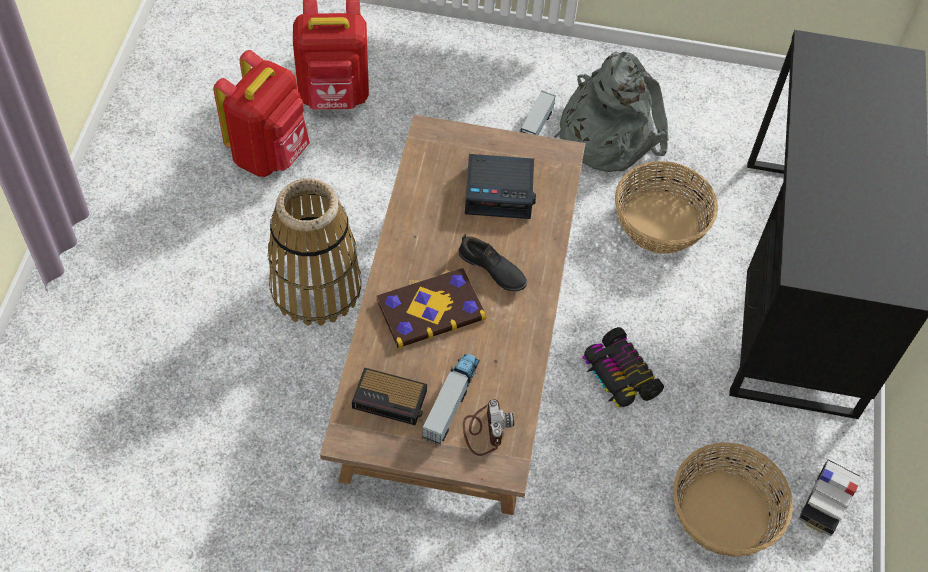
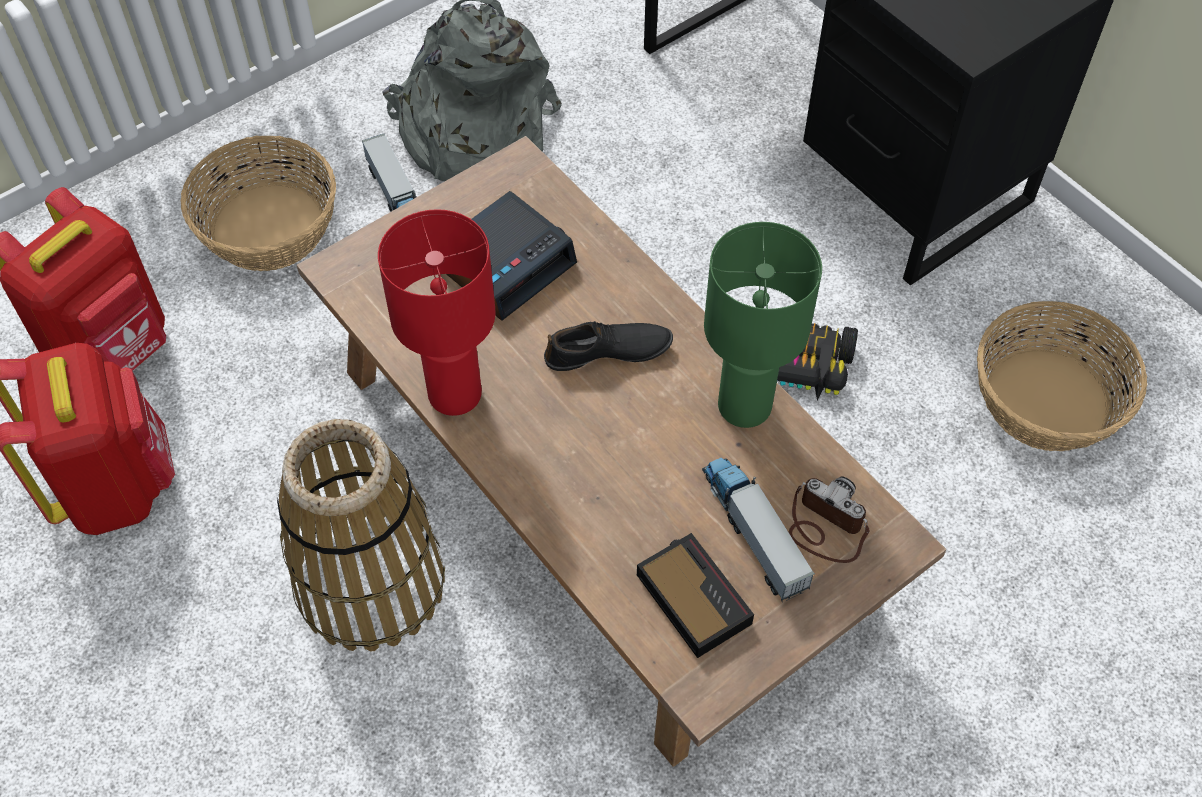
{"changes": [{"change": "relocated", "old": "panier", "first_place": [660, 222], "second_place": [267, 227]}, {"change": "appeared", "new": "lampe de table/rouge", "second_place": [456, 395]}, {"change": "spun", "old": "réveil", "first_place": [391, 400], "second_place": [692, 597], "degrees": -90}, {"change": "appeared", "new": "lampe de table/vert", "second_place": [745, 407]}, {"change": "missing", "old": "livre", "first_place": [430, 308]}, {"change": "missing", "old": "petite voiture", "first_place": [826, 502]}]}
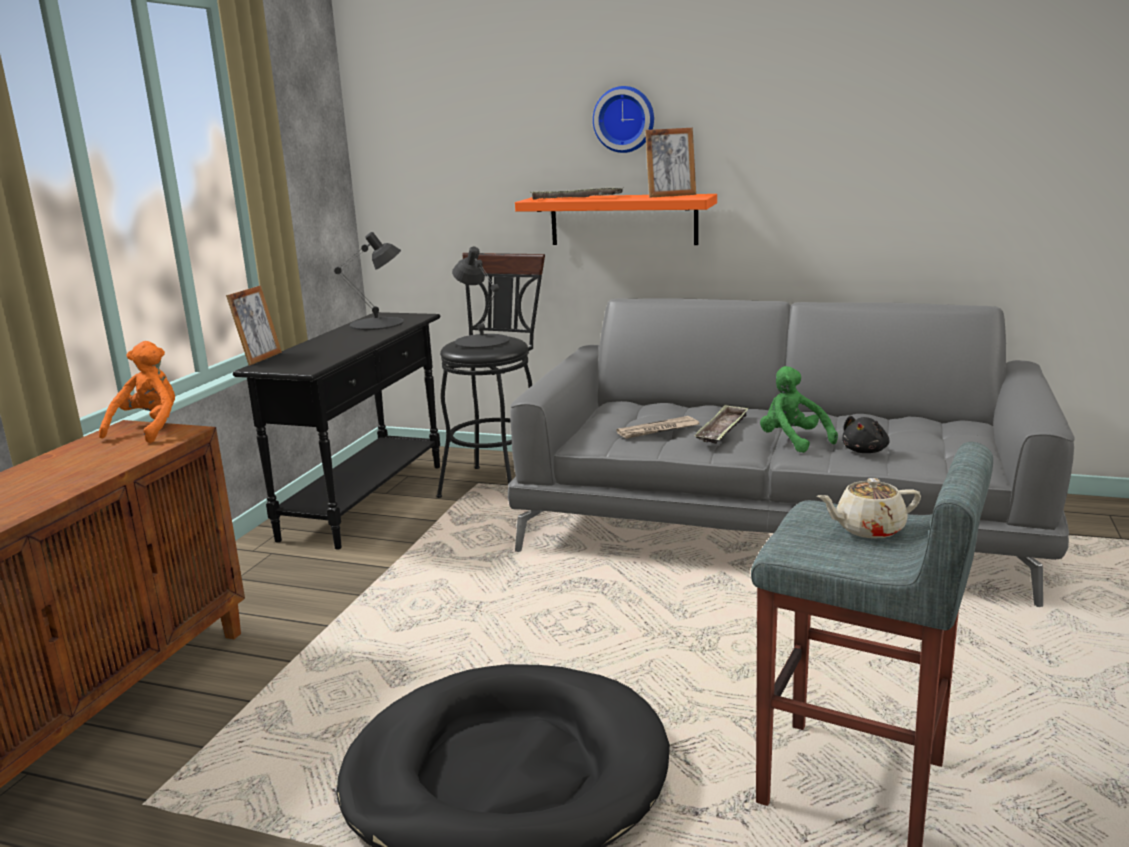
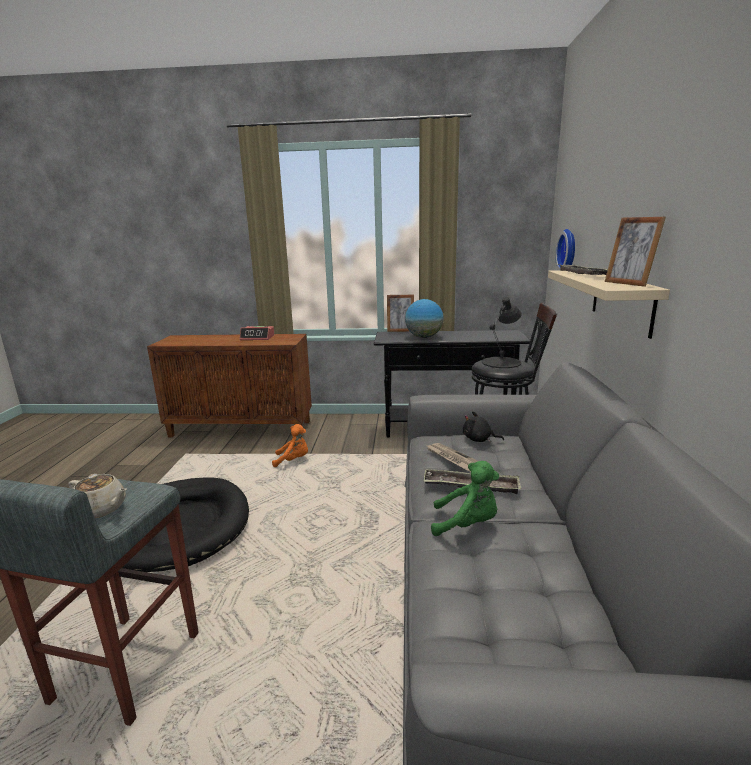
{"changes": [{"change": "spun", "old": "théière/beige", "first_place": [868, 529], "second_place": [101, 509], "degrees": 135}, {"change": "appeared", "new": "réveil", "second_place": [257, 338]}, {"change": "relocated", "old": "peluche/orange", "first_place": [149, 429], "second_place": [293, 460]}, {"change": "appeared", "new": "globe", "second_place": [423, 337]}, {"change": "spun", "old": "peluche/vert", "first_place": [792, 441], "second_place": [467, 524], "degrees": 60}, {"change": "relocated", "old": "peluche/noir", "first_place": [865, 451], "second_place": [479, 439]}, {"change": "colour", "old": "étagère/orange", "new": "étagère/beige", "first_place": [623, 220], "second_place": [621, 300]}, {"change": "relocated", "old": "horloge murale", "first_place": [624, 119], "second_place": [569, 250]}, {"change": "missing", "old": "lampe de table/noir", "first_place": [377, 324]}]}
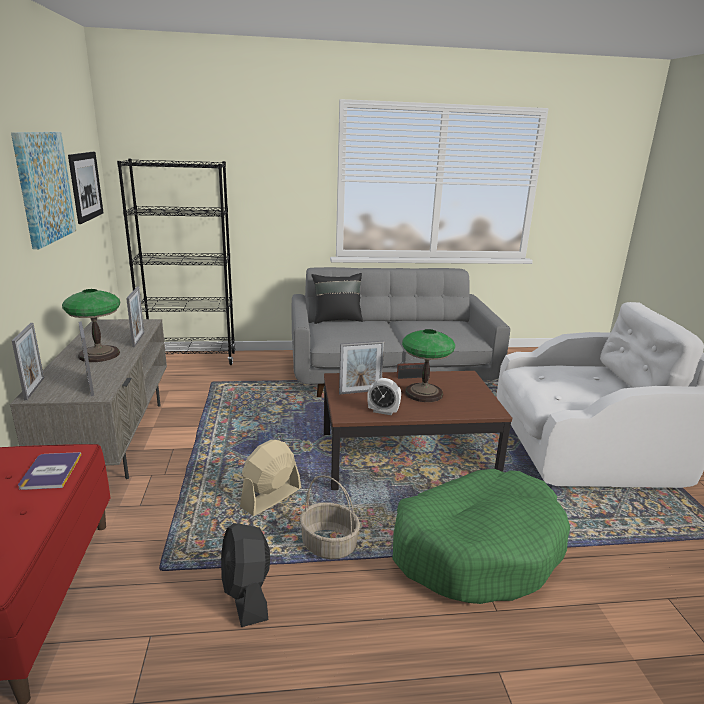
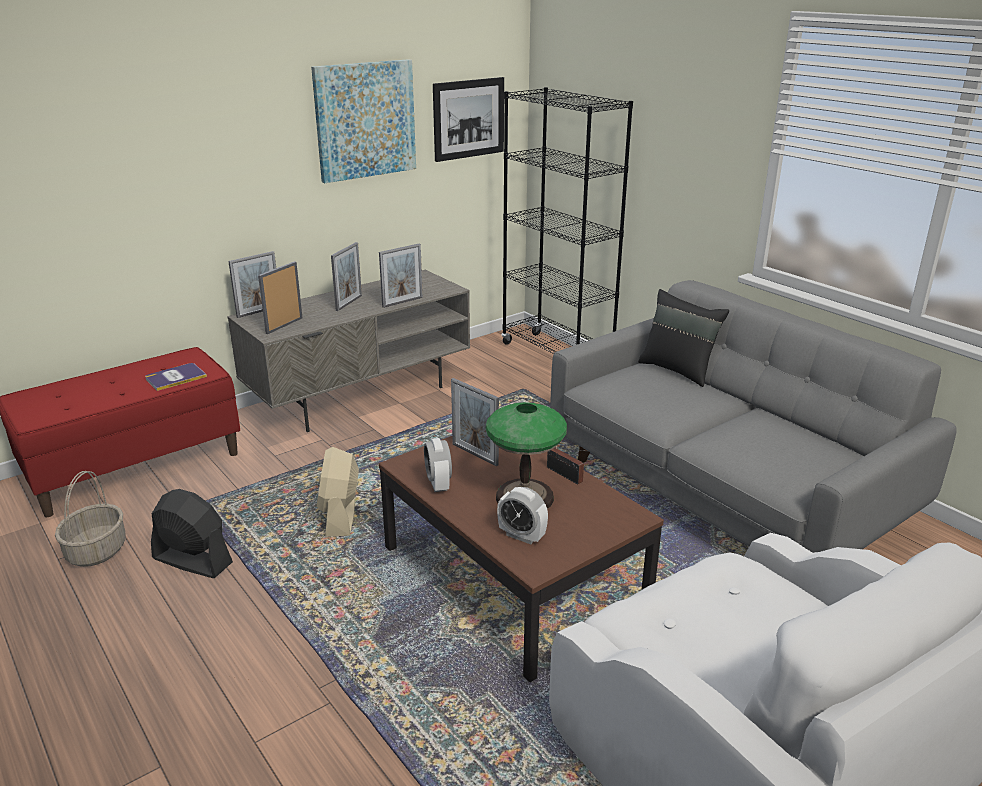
{"changes": [{"change": "relocated", "old": "panier", "first_place": [328, 545], "second_place": [96, 550]}, {"change": "spun", "old": "ventilateur/noir", "first_place": [246, 594], "second_place": [192, 560], "degrees": 75}, {"change": "spun", "old": "ventilateur/beige", "first_place": [271, 498], "second_place": [340, 515], "degrees": -105}, {"change": "exchanged", "old": "lampe de table", "new": "cadre photo", "first_place": [99, 354], "second_place": [349, 303]}, {"change": "appeared", "new": "réveil", "second_place": [522, 536]}, {"change": "missing", "old": "panier pour chien/vert", "first_place": [477, 548]}]}
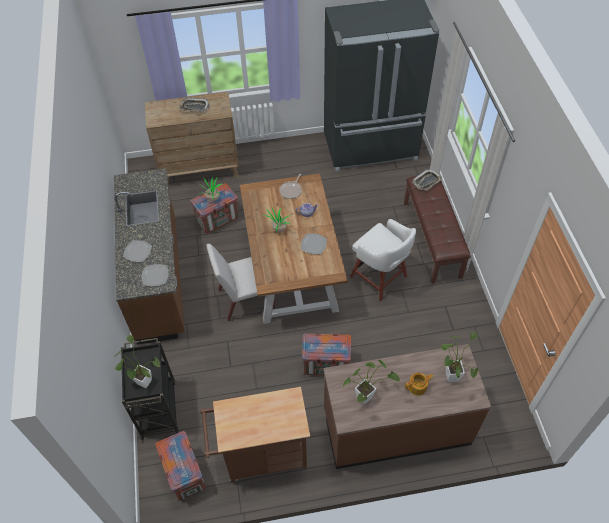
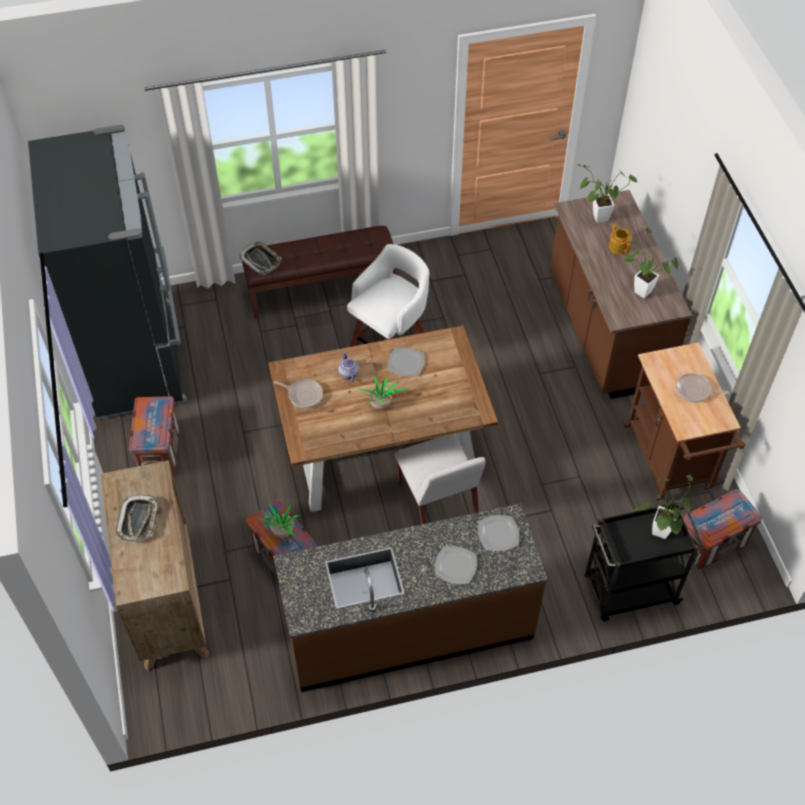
{"changes": [{"change": "relocated", "old": "caisse", "first_place": [326, 364], "second_place": [159, 451]}, {"change": "appeared", "new": "poêle", "second_place": [695, 391]}]}
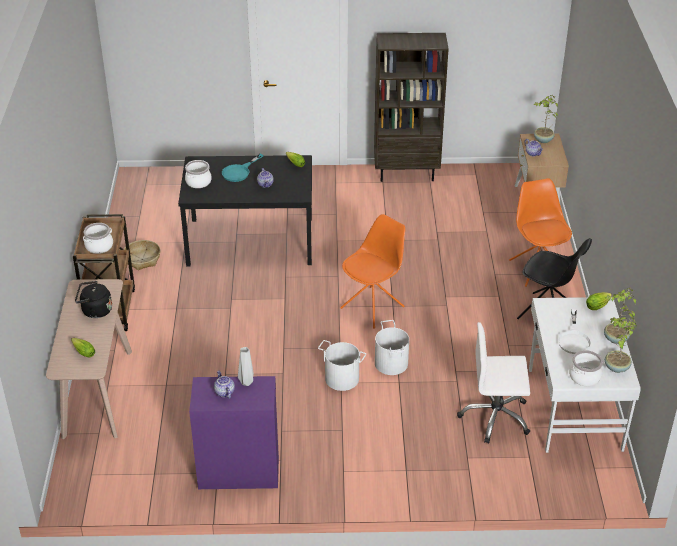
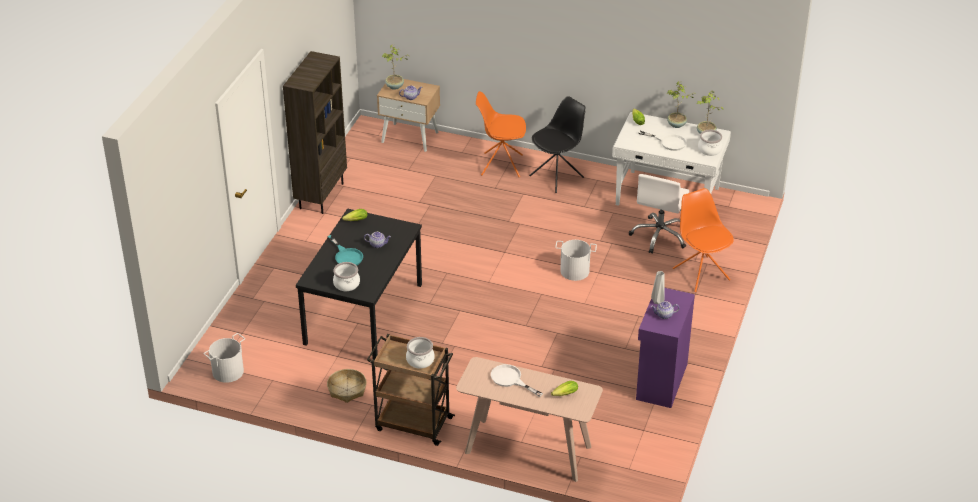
{"changes": [{"change": "relocated", "old": "seau/blanc", "first_place": [342, 378], "second_place": [227, 371]}, {"change": "exchanged", "old": "bouilloire/noir", "new": "poêle/blanc", "first_place": [95, 311], "second_place": [510, 380]}, {"change": "relocated", "old": "chaise/orange", "first_place": [373, 307], "second_place": [700, 273]}]}
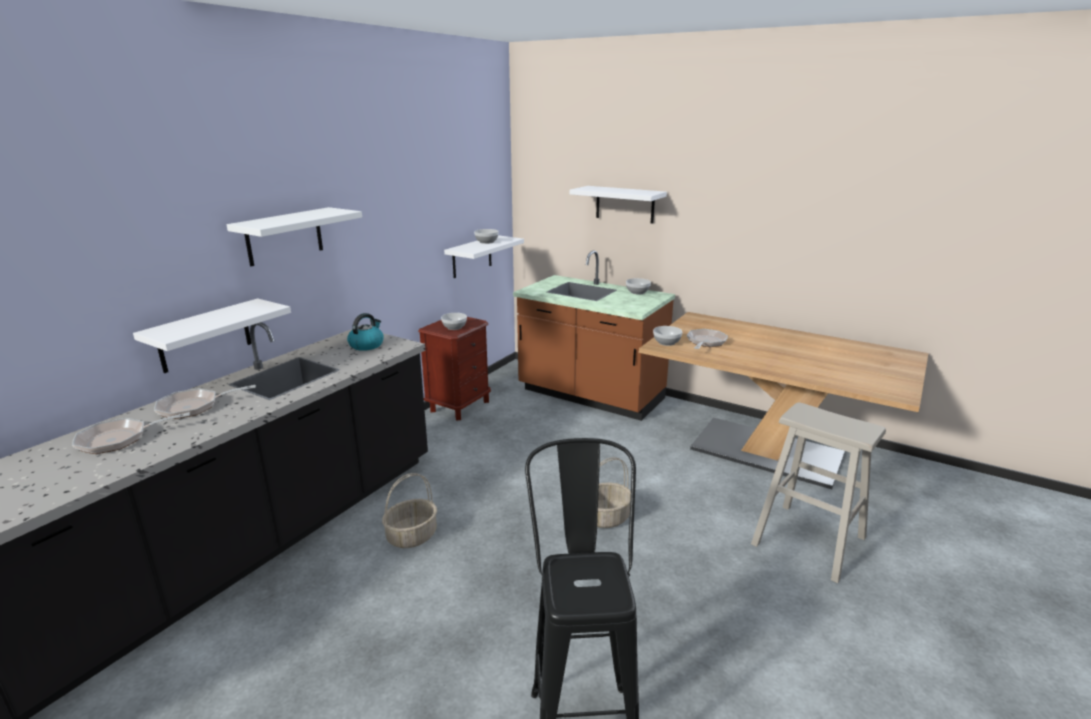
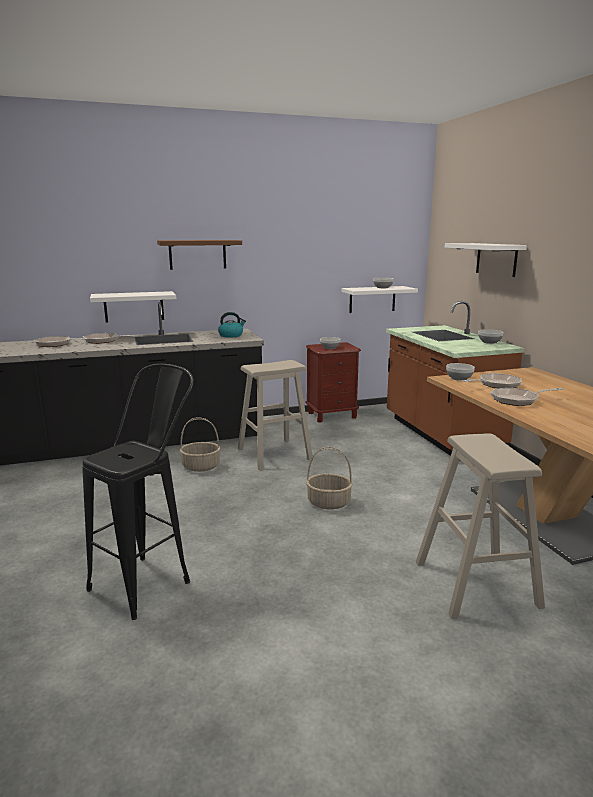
{"changes": [{"change": "colour", "old": "étagère/blanc", "new": "étagère/marron", "first_place": [284, 236], "second_place": [197, 254]}, {"change": "appeared", "new": "tabouret/beige", "second_place": [274, 454]}, {"change": "appeared", "new": "poêle", "second_place": [518, 400]}]}
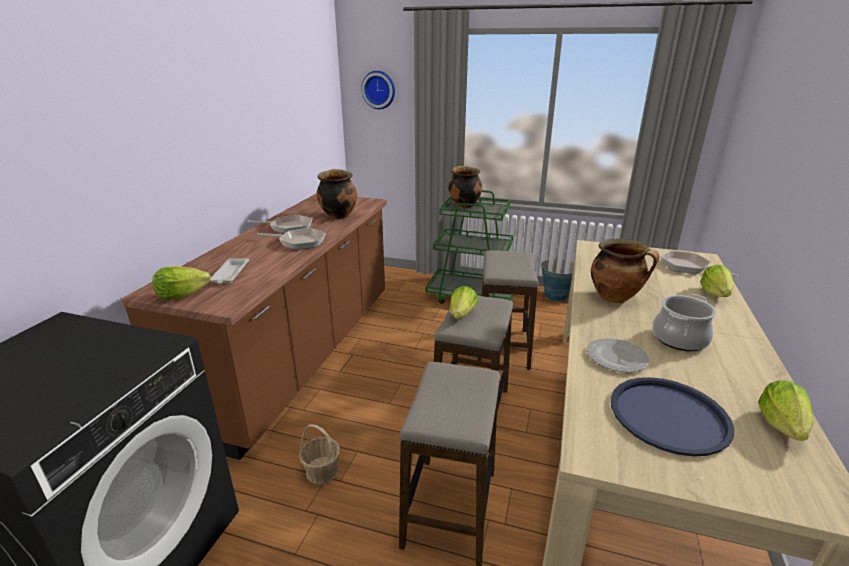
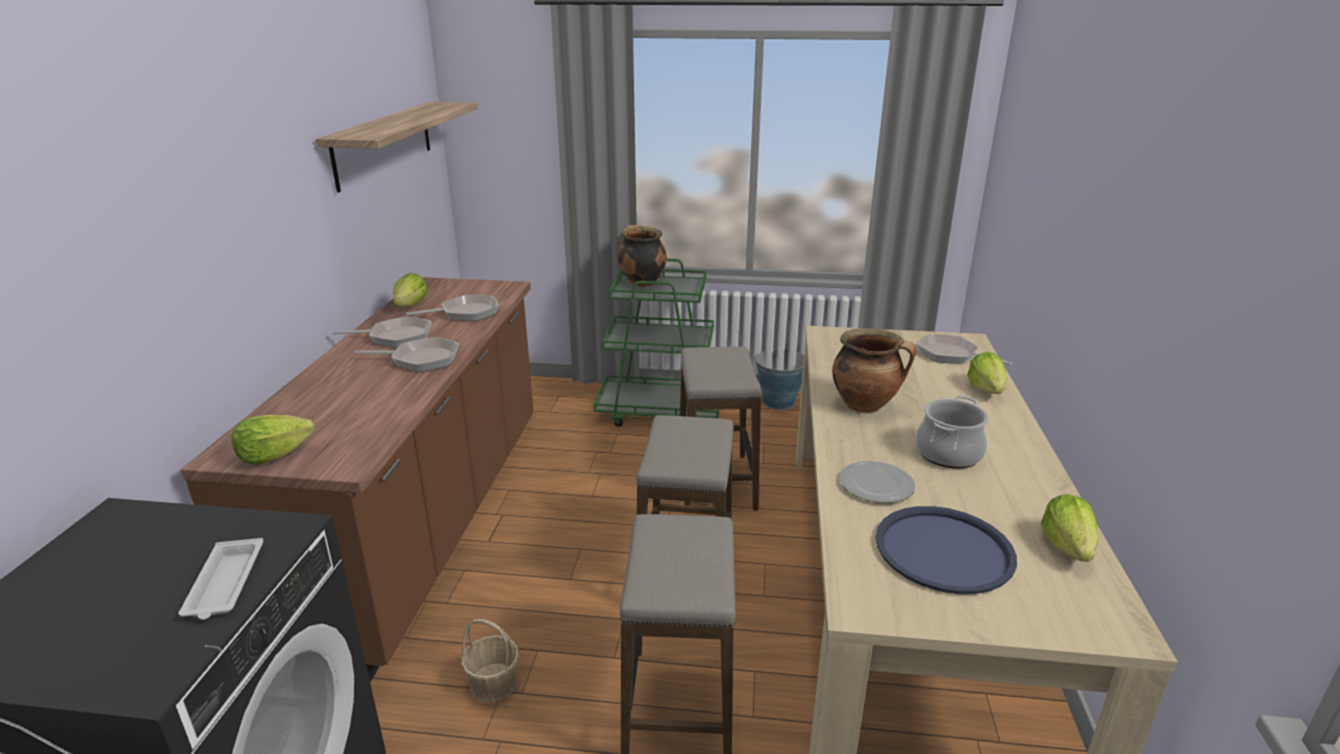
{"changes": [{"change": "relocated", "old": "plateau/blanc", "first_place": [230, 274], "second_place": [225, 585]}, {"change": "appeared", "new": "étagère", "second_place": [384, 143]}, {"change": "relocated", "old": "laitue", "first_place": [462, 315], "second_place": [411, 306]}, {"change": "exchanged", "old": "marmite", "new": "poêle", "first_place": [338, 215], "second_place": [465, 313]}, {"change": "missing", "old": "horloge murale", "first_place": [379, 90]}]}
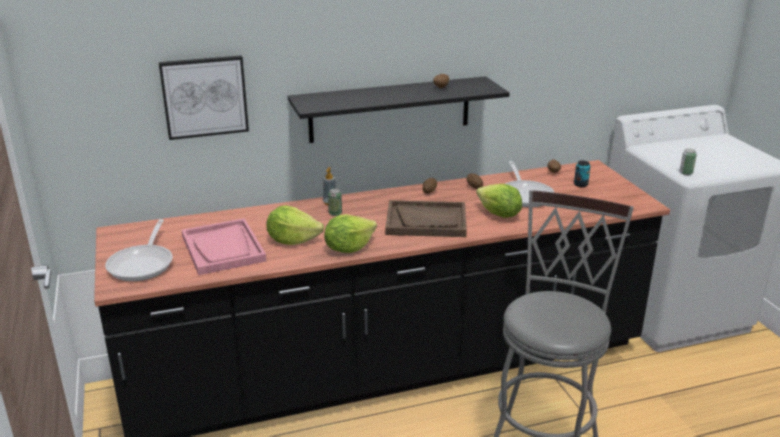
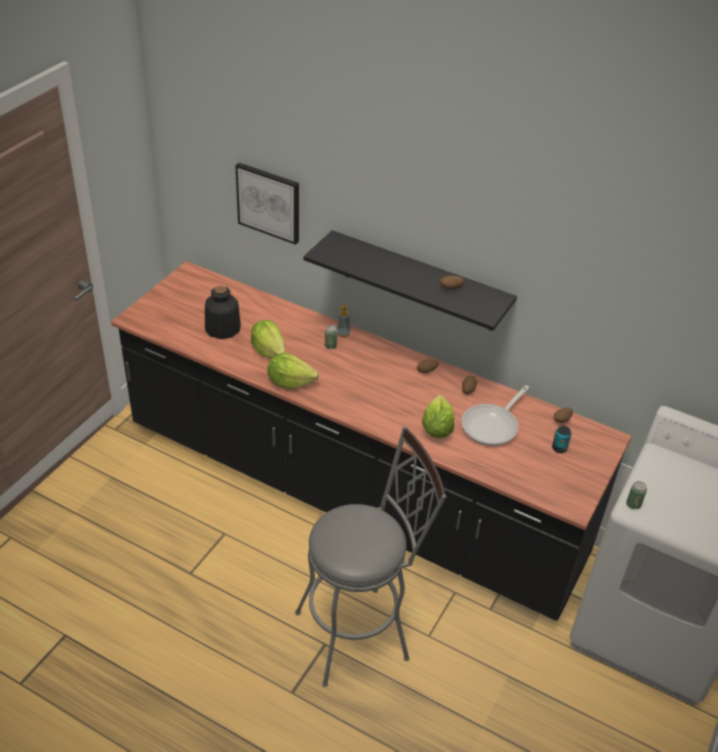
{"changes": [{"change": "exchanged", "old": "plateau/rose", "new": "bouteille", "first_place": [223, 249], "second_place": [222, 329]}, {"change": "missing", "old": "poêle", "first_place": [143, 264]}, {"change": "missing", "old": "plateau/marron", "first_place": [426, 221]}]}
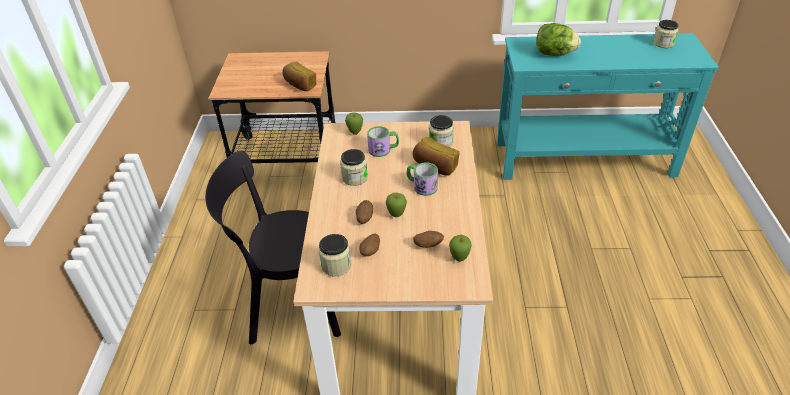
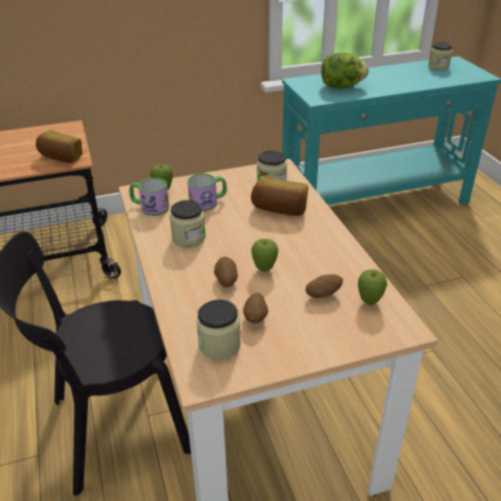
{"changes": [{"change": "relocated", "old": "mug", "first_place": [421, 186], "second_place": [150, 207]}]}
